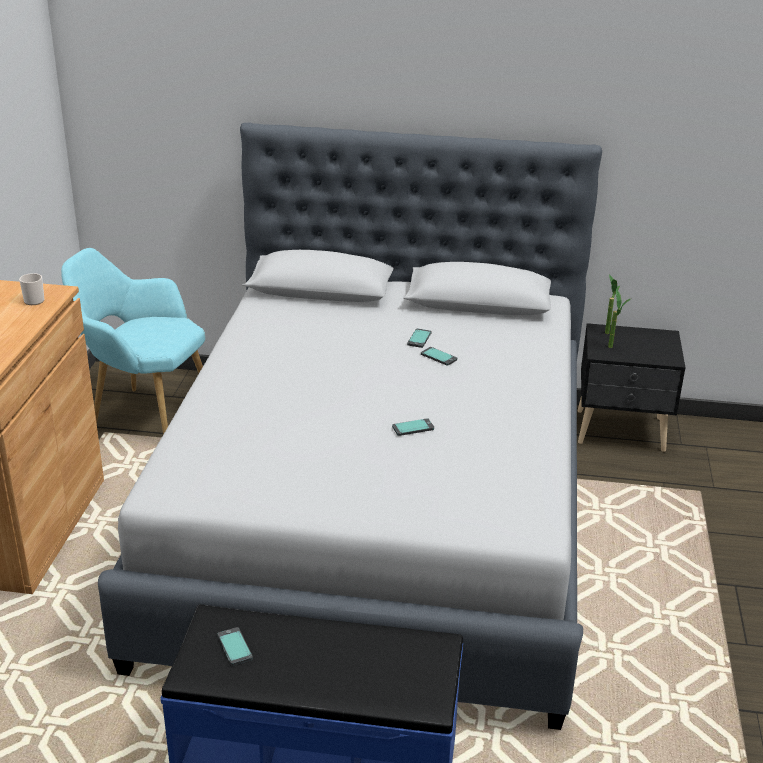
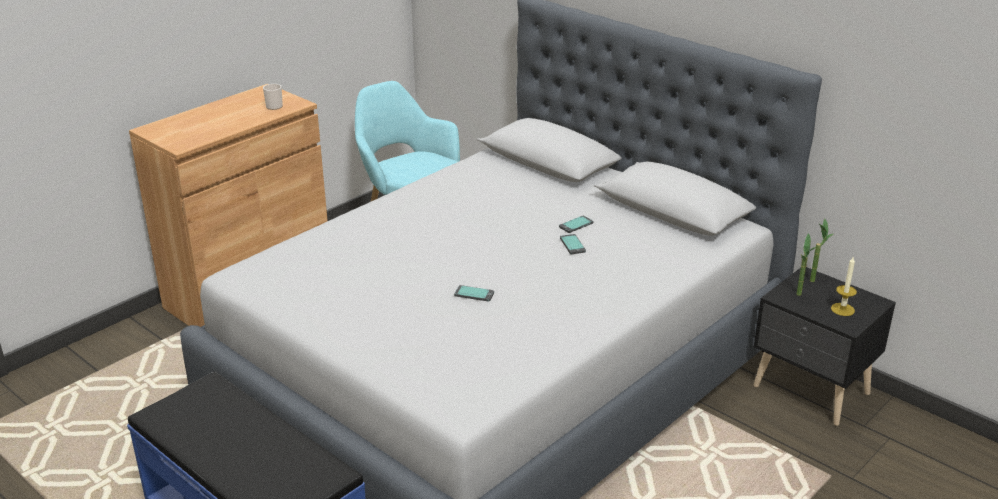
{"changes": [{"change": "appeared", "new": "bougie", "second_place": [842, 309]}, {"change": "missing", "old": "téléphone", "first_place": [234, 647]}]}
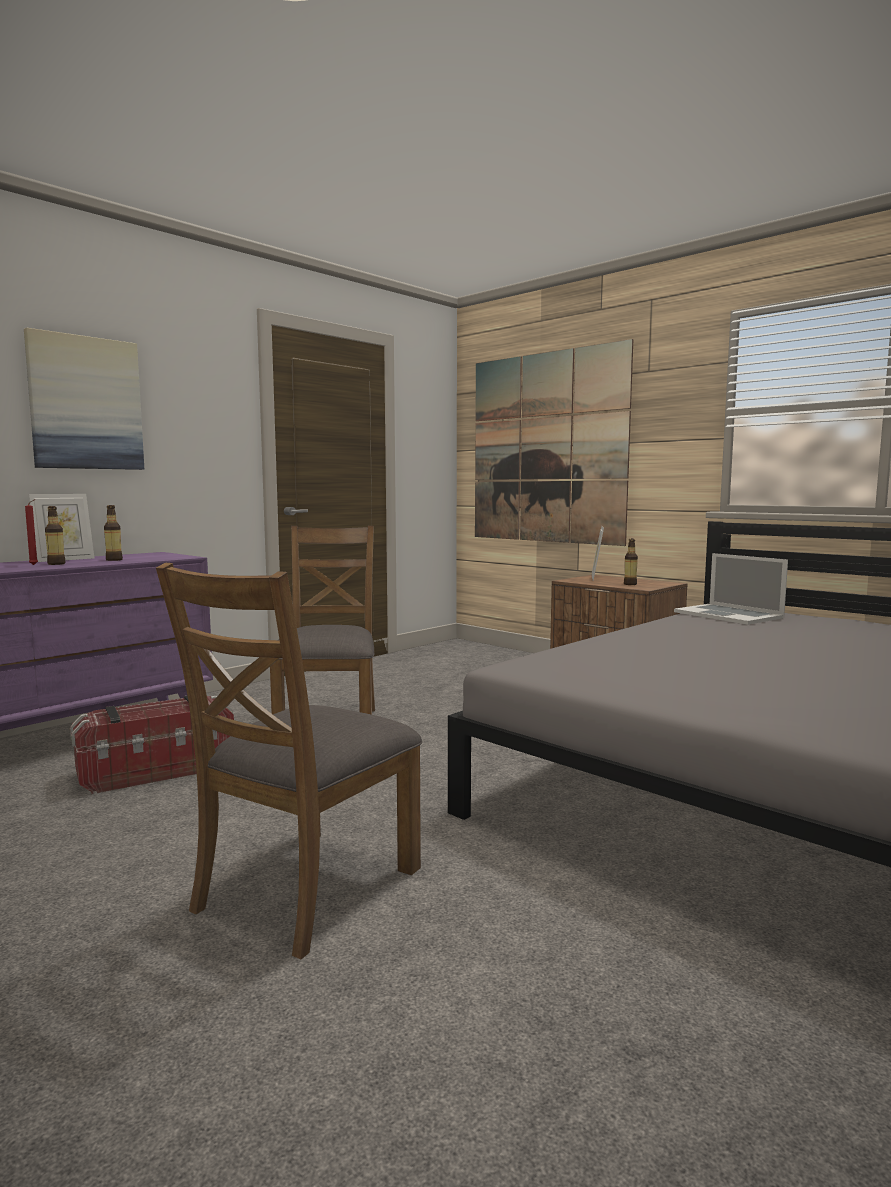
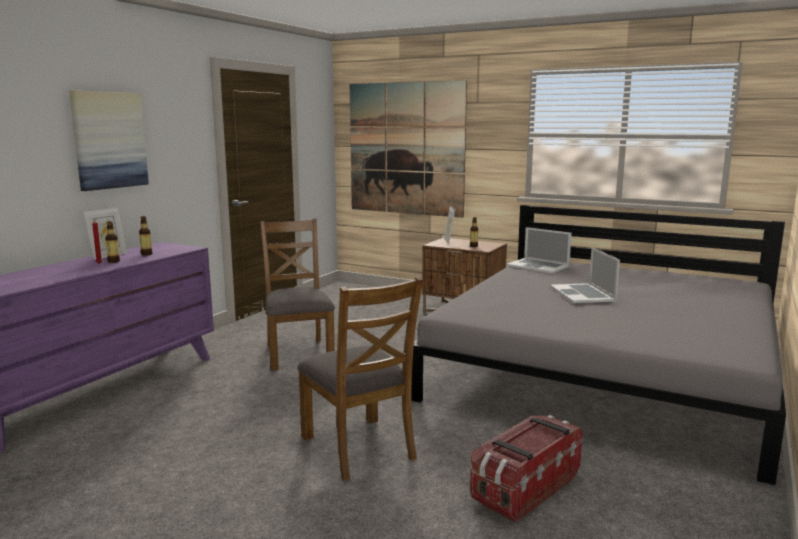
{"changes": [{"change": "spun", "old": "chaise/marron", "first_place": [306, 888], "second_place": [359, 447], "degrees": -45}, {"change": "relocated", "old": "boîte de rangement", "first_place": [156, 770], "second_place": [524, 488]}, {"change": "appeared", "new": "ordinateur portable", "second_place": [582, 294]}]}
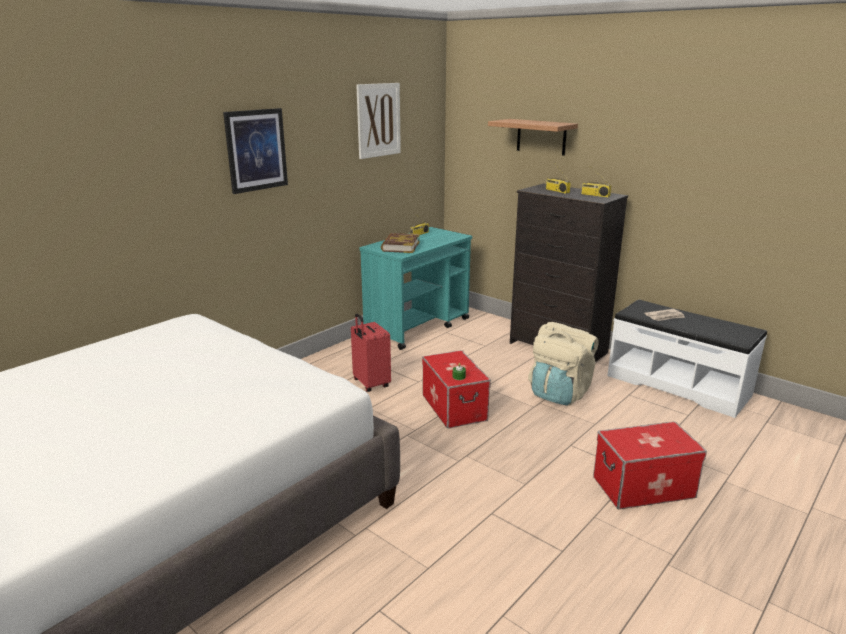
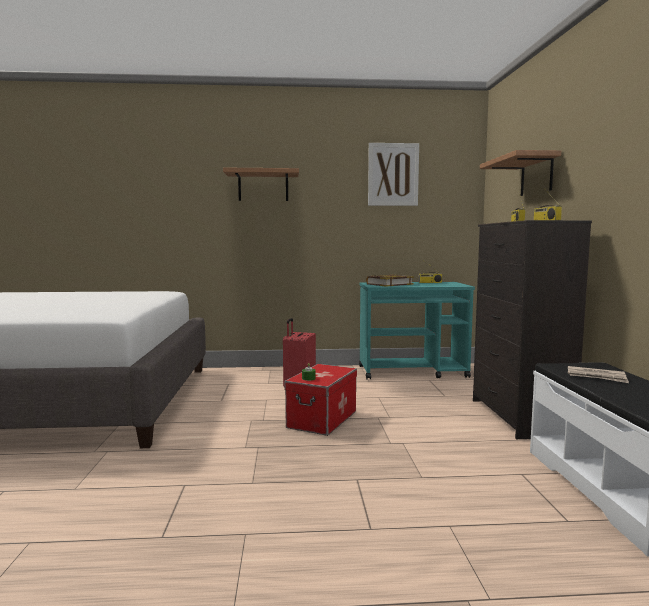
{"changes": [{"change": "exchanged", "old": "tableau", "new": "étagère", "first_place": [256, 150], "second_place": [263, 186]}, {"change": "missing", "old": "sac à dos/beige", "first_place": [560, 393]}, {"change": "missing", "old": "boîte de rangement", "first_place": [643, 487]}]}
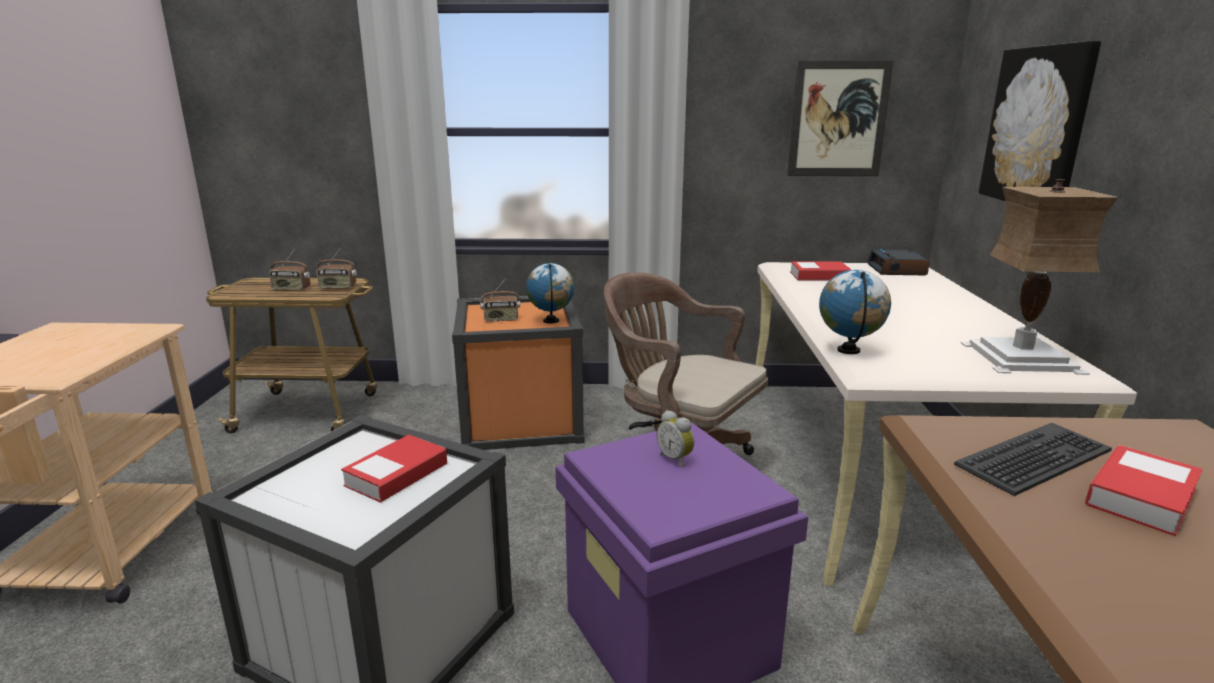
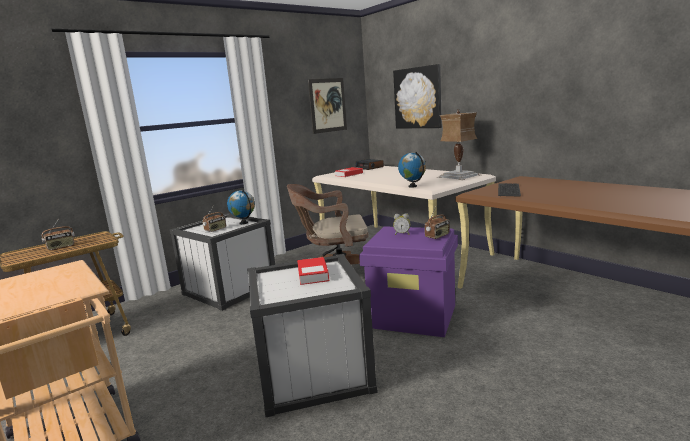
{"changes": [{"change": "colour", "old": "boîte de rangement/orange", "new": "boîte de rangement/blanc", "first_place": [521, 420], "second_place": [230, 289]}, {"change": "relocated", "old": "radio", "first_place": [337, 287], "second_place": [437, 236]}, {"change": "missing", "old": "livre", "first_place": [1141, 497]}]}
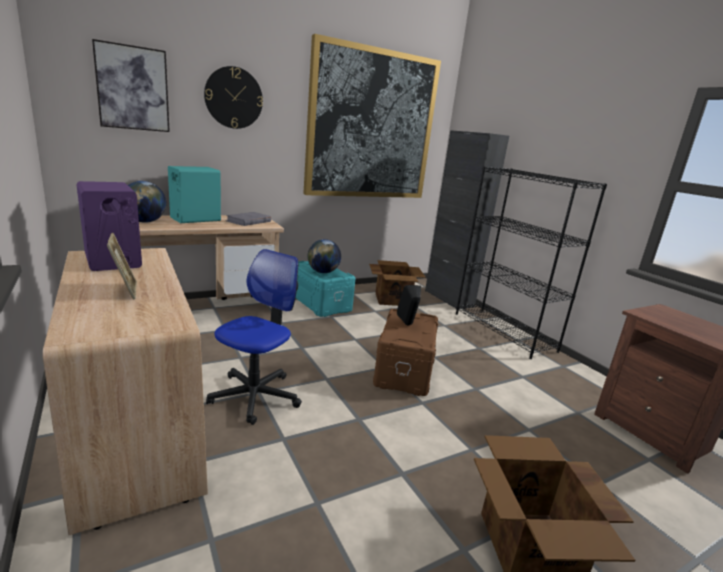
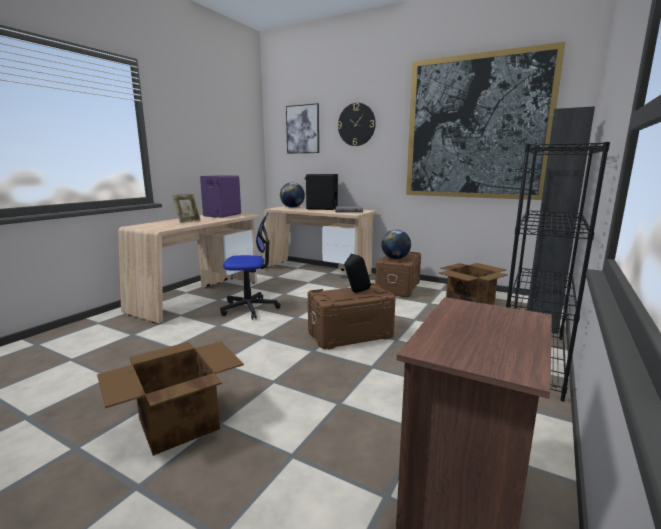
{"changes": [{"change": "colour", "old": "enceinte/turquoise", "new": "enceinte/noir", "first_place": [195, 219], "second_place": [321, 208]}, {"change": "colour", "old": "boîte de rangement/turquoise", "new": "boîte de rangement/marron", "first_place": [320, 303], "second_place": [398, 287]}]}
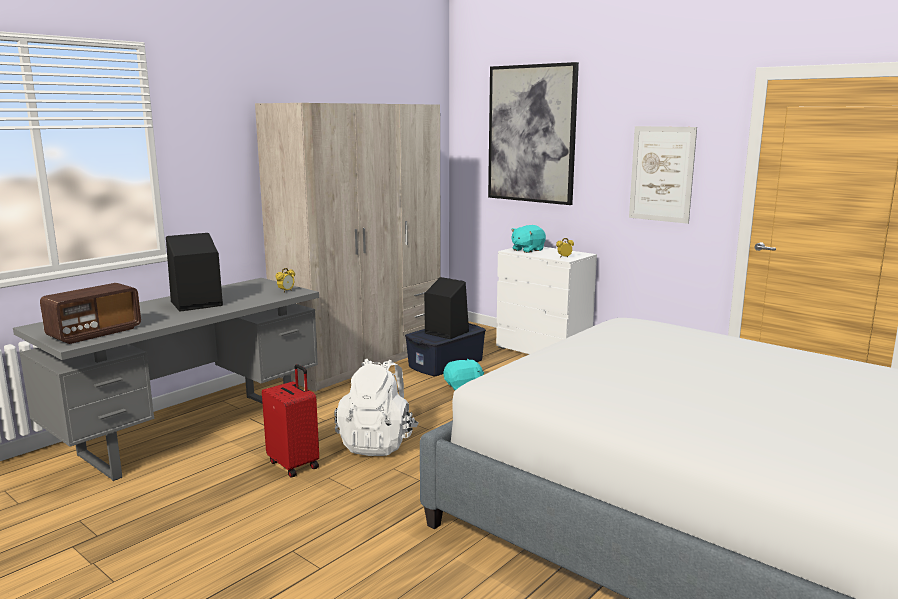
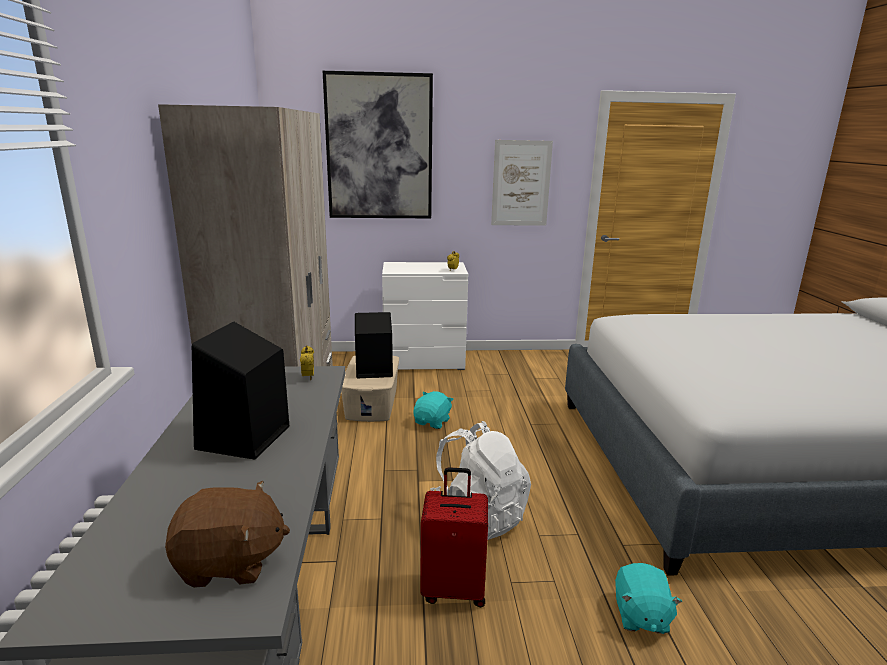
{"changes": [{"change": "exchanged", "old": "radio", "new": "peluche/marron", "first_place": [94, 333], "second_place": [230, 562]}, {"change": "colour", "old": "boîte de rangement/bleu", "new": "boîte de rangement/beige", "first_place": [446, 363], "second_place": [372, 403]}, {"change": "relocated", "old": "peluche/turquoise", "first_place": [527, 250], "second_place": [640, 615]}]}
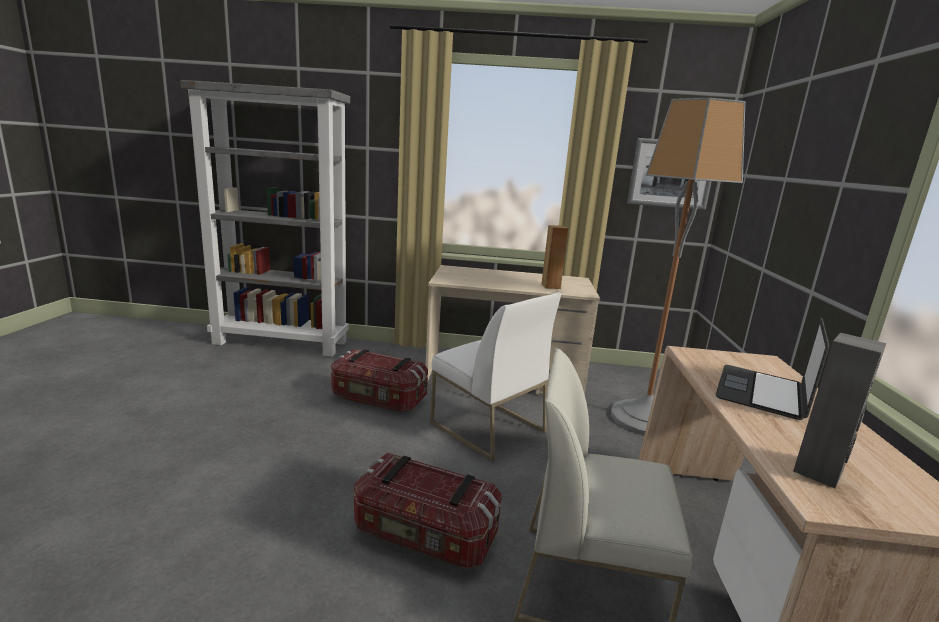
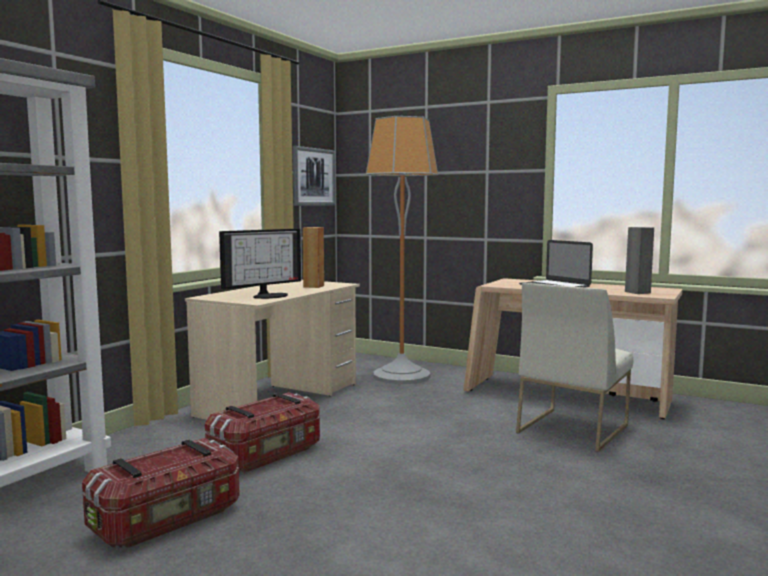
{"changes": [{"change": "relocated", "old": "boîte de rangement", "first_place": [424, 535], "second_place": [168, 520]}, {"change": "appeared", "new": "écran d'ordinateur", "second_place": [269, 295]}, {"change": "missing", "old": "chaise/blanc", "first_place": [486, 427]}]}
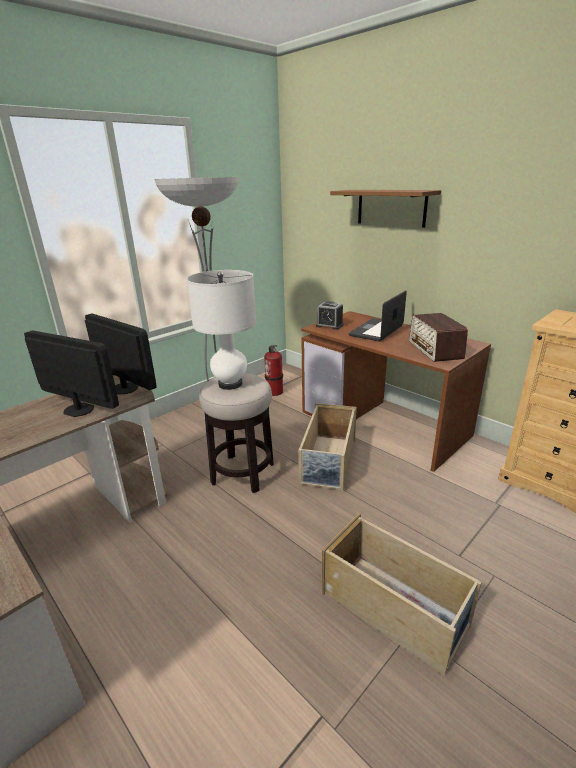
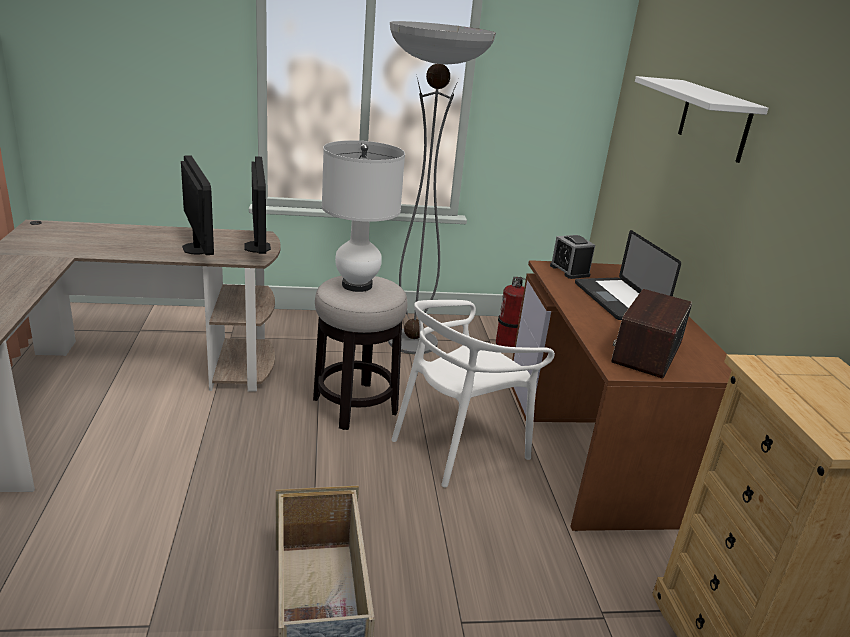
{"changes": [{"change": "exchanged", "old": "boîte de rangement/beige", "new": "chaise/blanc", "first_place": [328, 462], "second_place": [459, 446]}, {"change": "spun", "old": "ordinateur portable", "first_place": [376, 331], "second_place": [618, 300], "degrees": -90}, {"change": "colour", "old": "étagère/marron", "new": "étagère/blanc", "first_place": [391, 207], "second_place": [714, 120]}]}
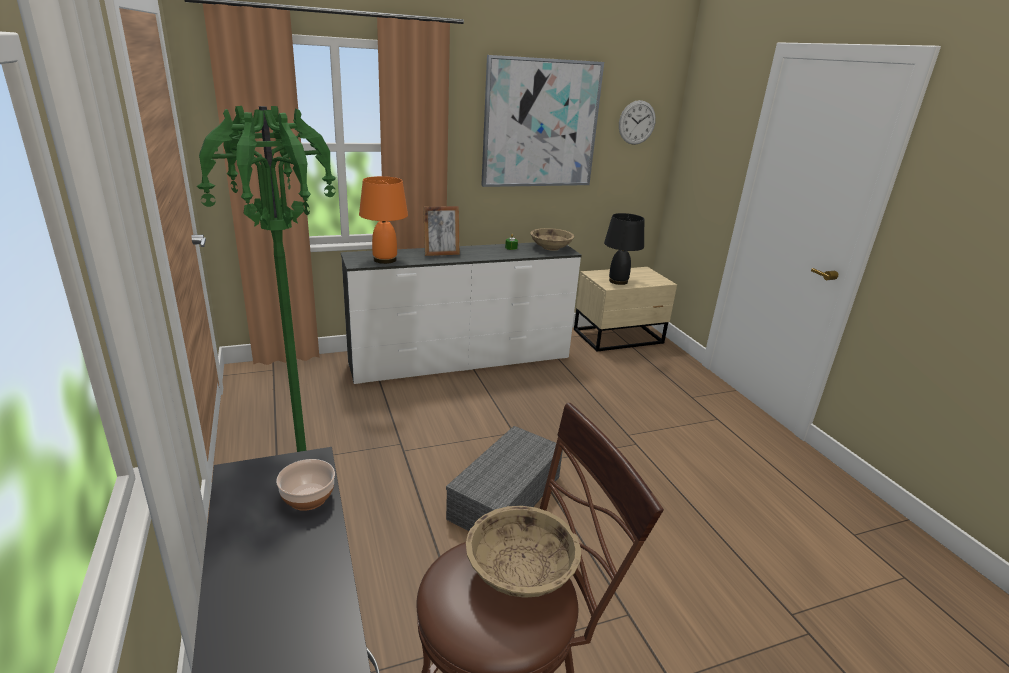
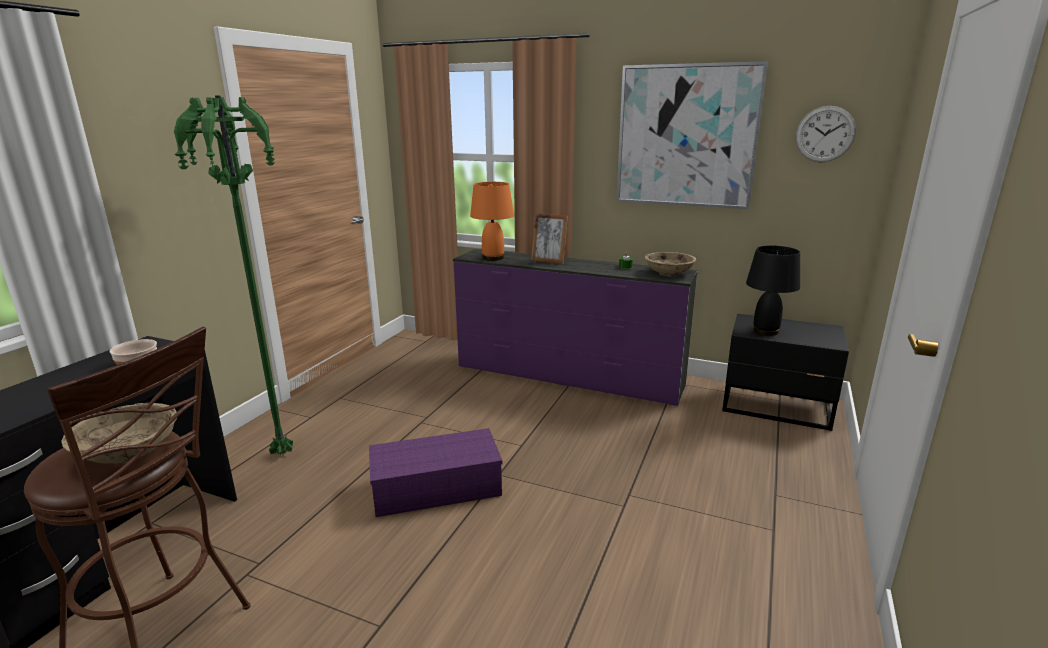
{"changes": [{"change": "colour", "old": "boîte de rangement/gris", "new": "boîte de rangement/violet", "first_place": [505, 495], "second_place": [438, 486]}, {"change": "colour", "old": "commode/blanc", "new": "commode/violet", "first_place": [462, 361], "second_place": [568, 376]}, {"change": "colour", "old": "table de chevet/beige", "new": "table de chevet/noir", "first_place": [620, 337], "second_place": [777, 407]}]}
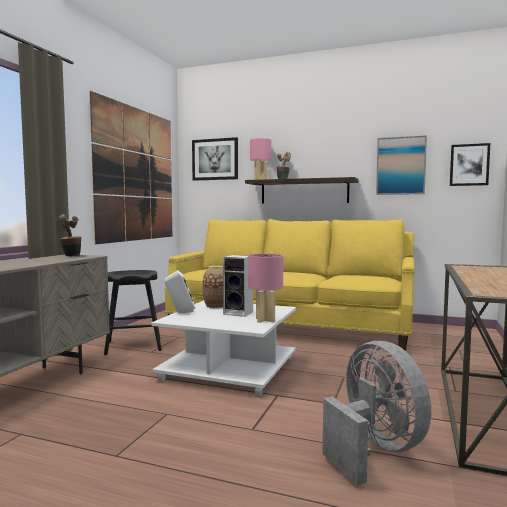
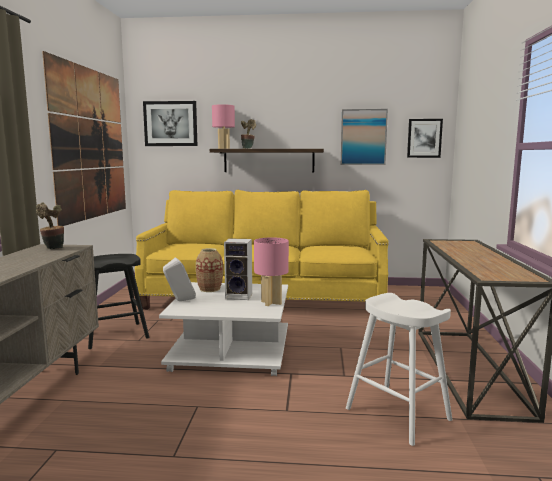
{"changes": [{"change": "exchanged", "old": "ventilateur/gris", "new": "tabouret/blanc", "first_place": [374, 450], "second_place": [398, 414]}]}
